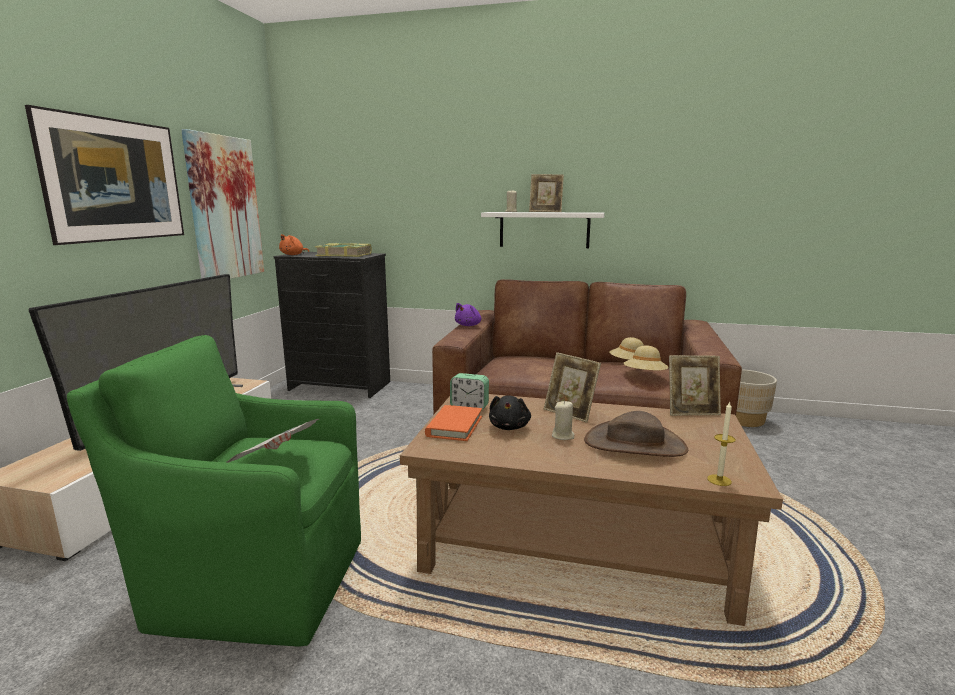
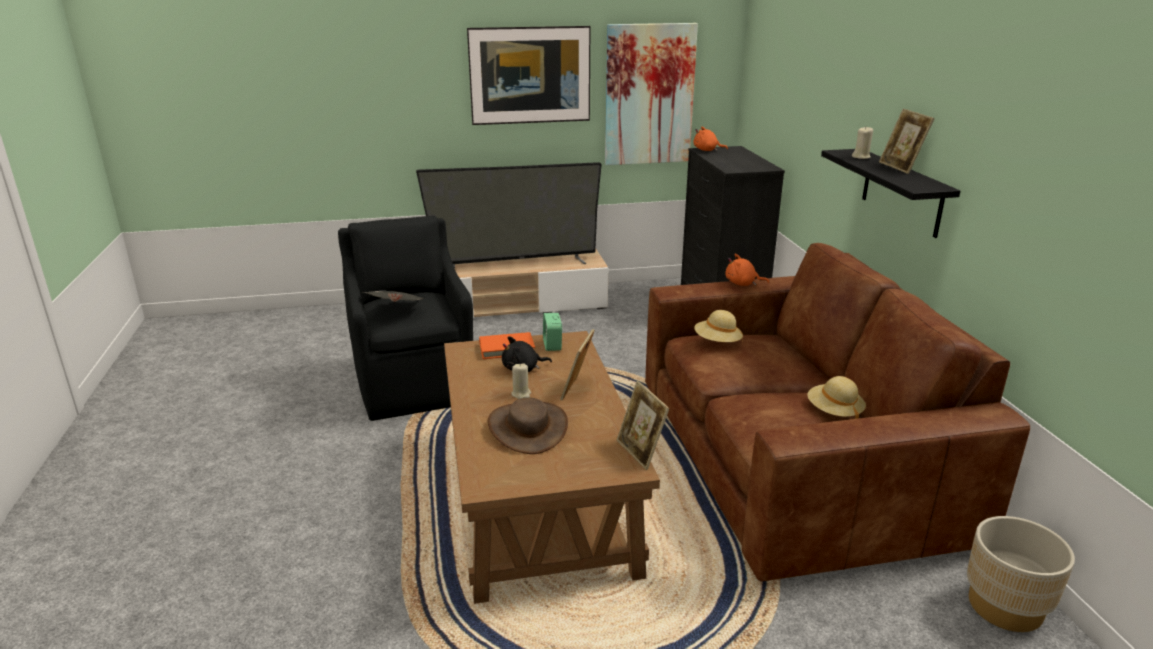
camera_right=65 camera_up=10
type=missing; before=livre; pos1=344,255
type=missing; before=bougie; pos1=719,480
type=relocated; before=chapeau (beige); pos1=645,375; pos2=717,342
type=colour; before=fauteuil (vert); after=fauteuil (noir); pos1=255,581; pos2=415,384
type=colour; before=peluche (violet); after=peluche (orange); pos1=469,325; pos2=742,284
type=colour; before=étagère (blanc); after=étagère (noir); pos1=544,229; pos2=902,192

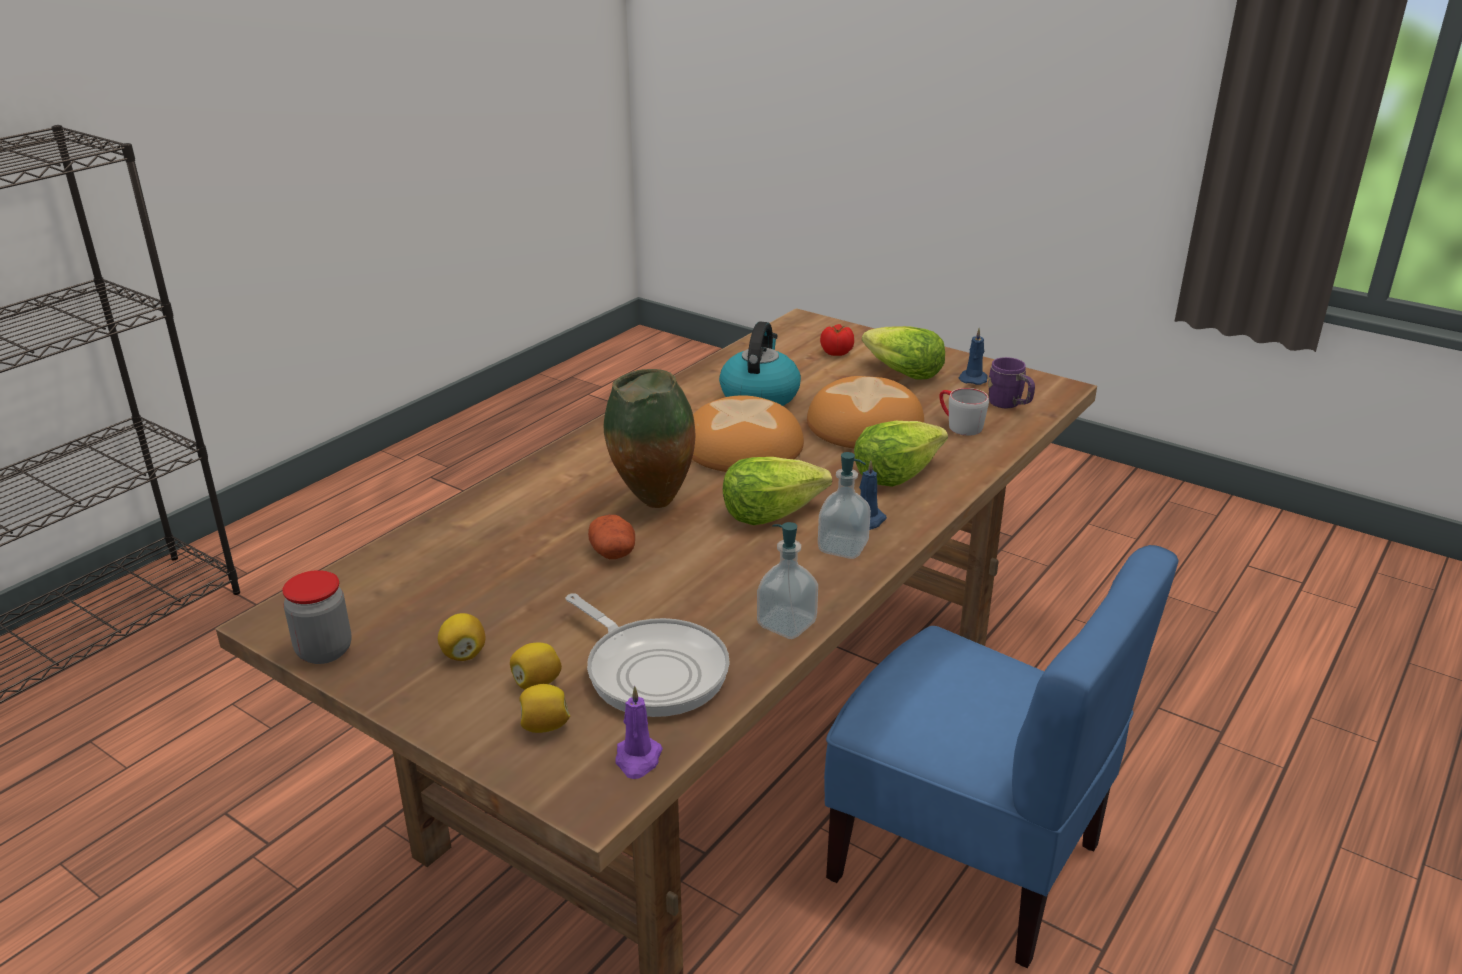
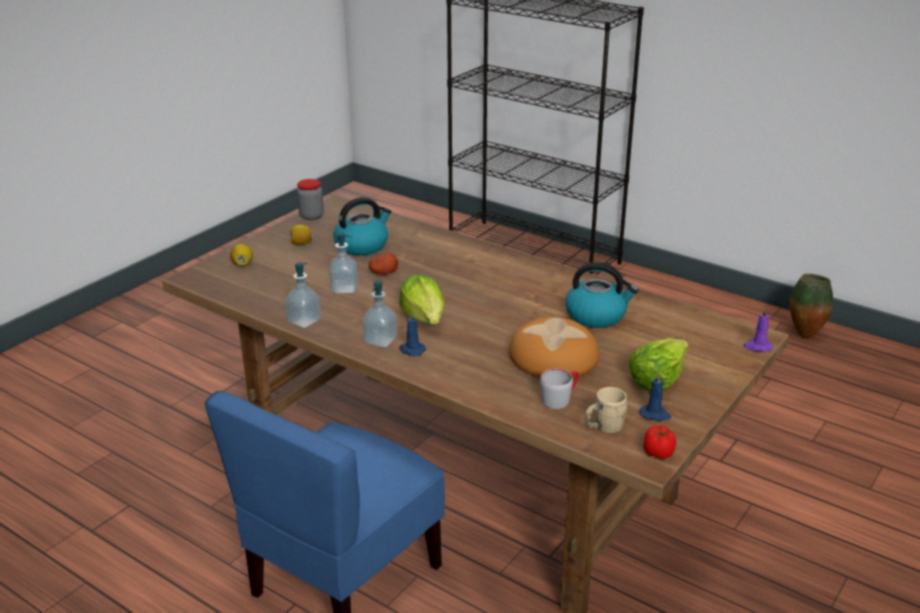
camera_right=90 camera_up=0
type=missing; before=citron; pos1=536,683
type=missing; before=poêle; pos1=652,670
type=missing; before=pain; pos1=744,446
type=missing; before=laitue; pos1=895,474
type=appeared; after=distributeur de savon; pos2=344,289
type=appeared; after=bouilloire; pos2=362,245
type=relocated; before=vase; pos1=652,504; pos2=804,335
type=relocated; before=bougie (violet); pos1=638,759; pos2=757,347
type=relocated; before=tomate; pos1=836,352; pos2=658,452
type=colour; before=mug (violet); after=mug (beige); pos1=1009,405; pos2=603,428

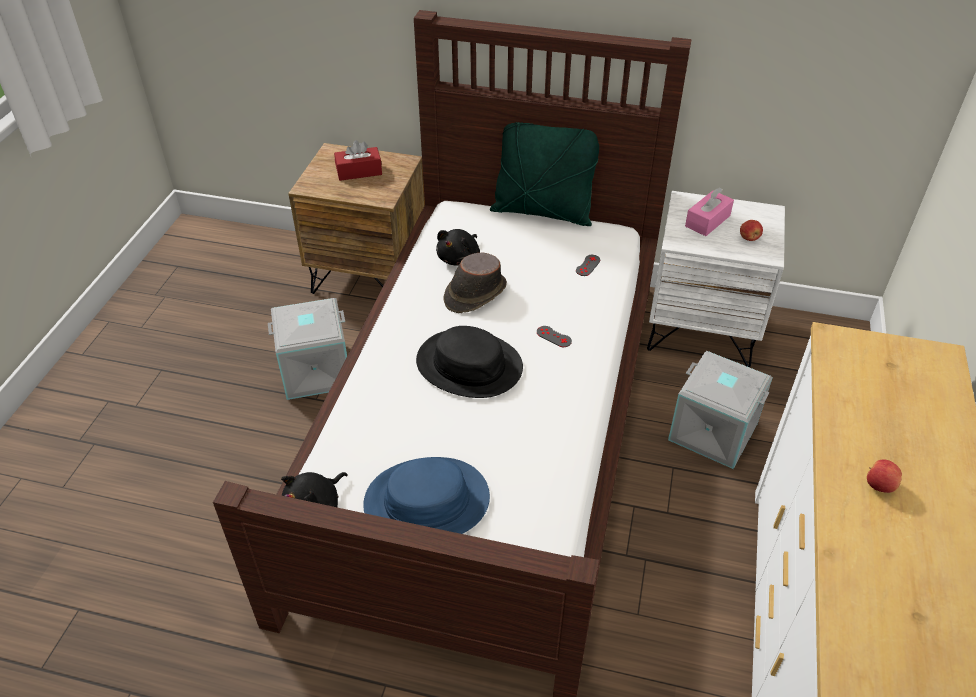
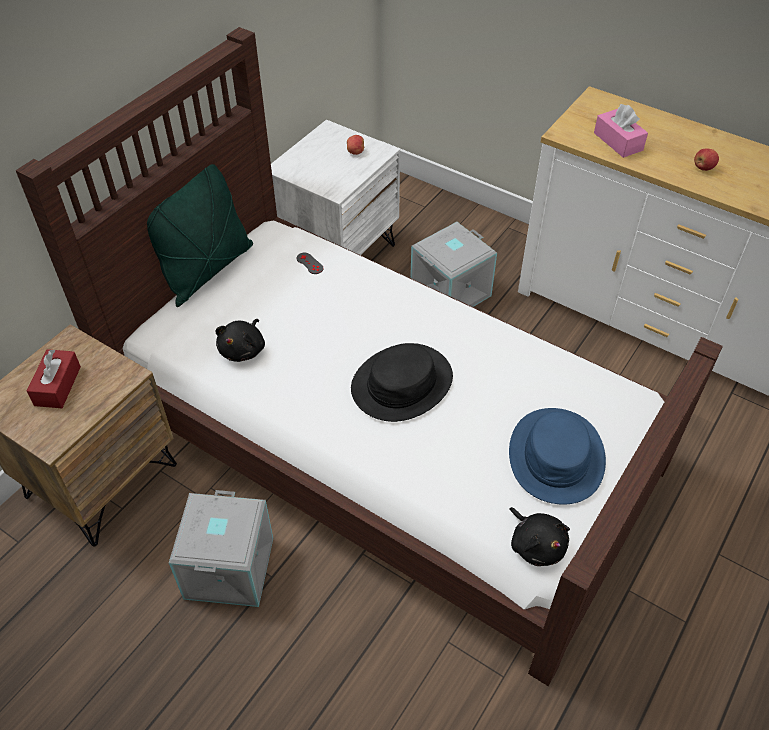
camera_right=-70 camera_up=5
type=missing; before=chapeau (marron); pos1=474,294
type=missing; before=manette (gris); pos1=554,336
type=relocated; before=boîte à mouchoirs (rose); pos1=707,221; pos2=618,141
type=spun; before=peluche (noir); pos1=460,258; pos2=243,349; turn=60

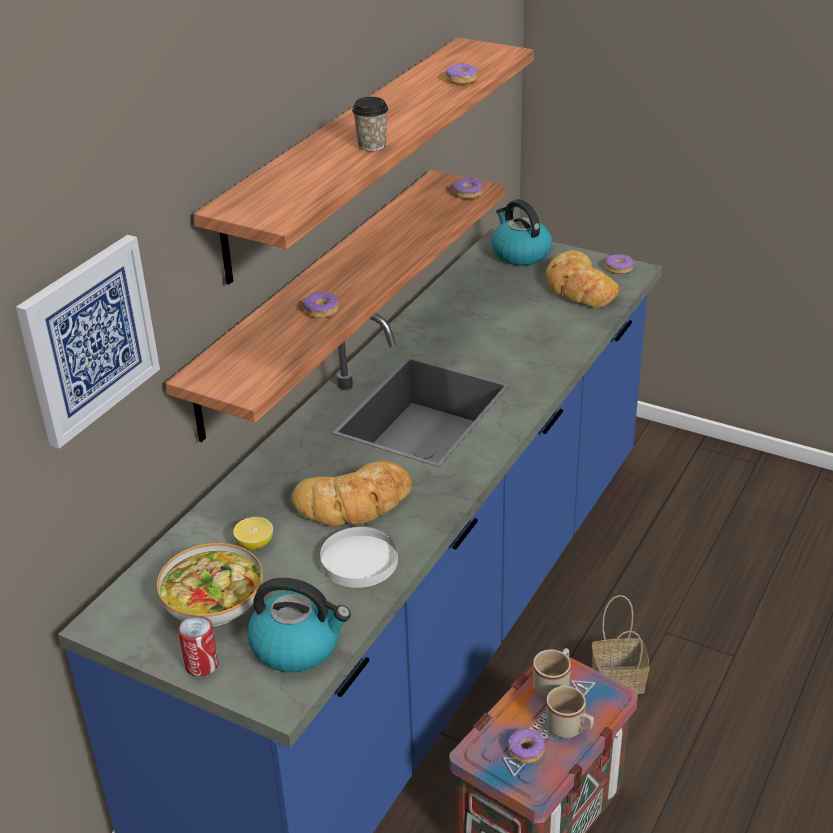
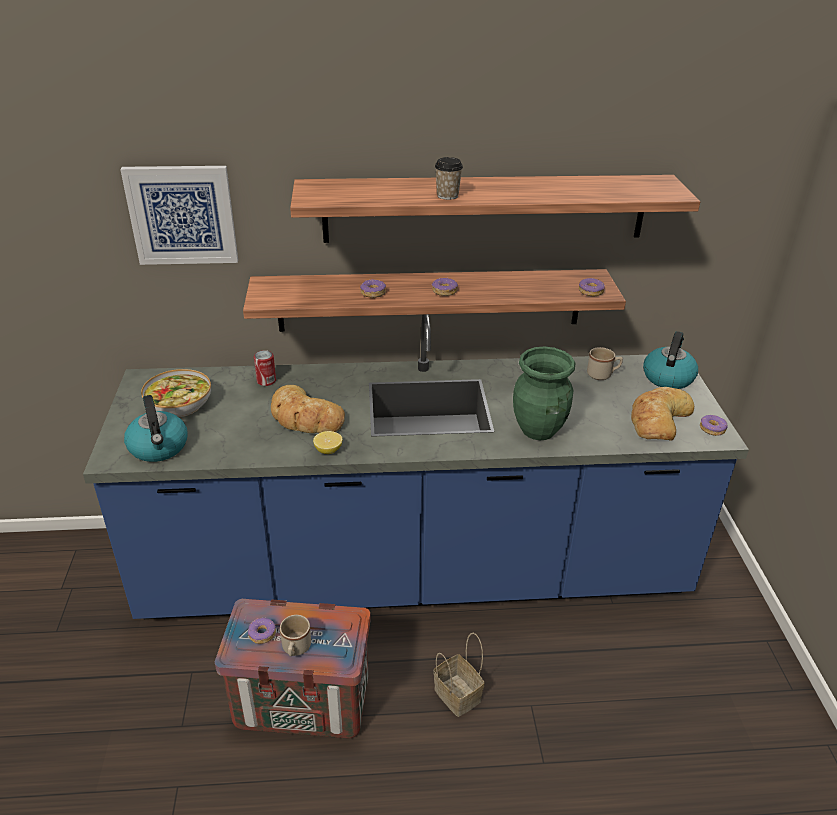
camera_right=55 camera_up=0
type=missing; before=assiette (blanc); pos1=359,560
type=appeared; after=vase (vert); pos2=539,430
type=relocated; before=boîte métallique; pos1=202,664; pos2=266,381
type=relocated; before=citron; pos1=255,544; pos2=328,450
type=relocated; before=beignet; pos1=461,80; pos2=444,291
type=relocated; before=mug (beige); pos1=554,685; pos2=602,375

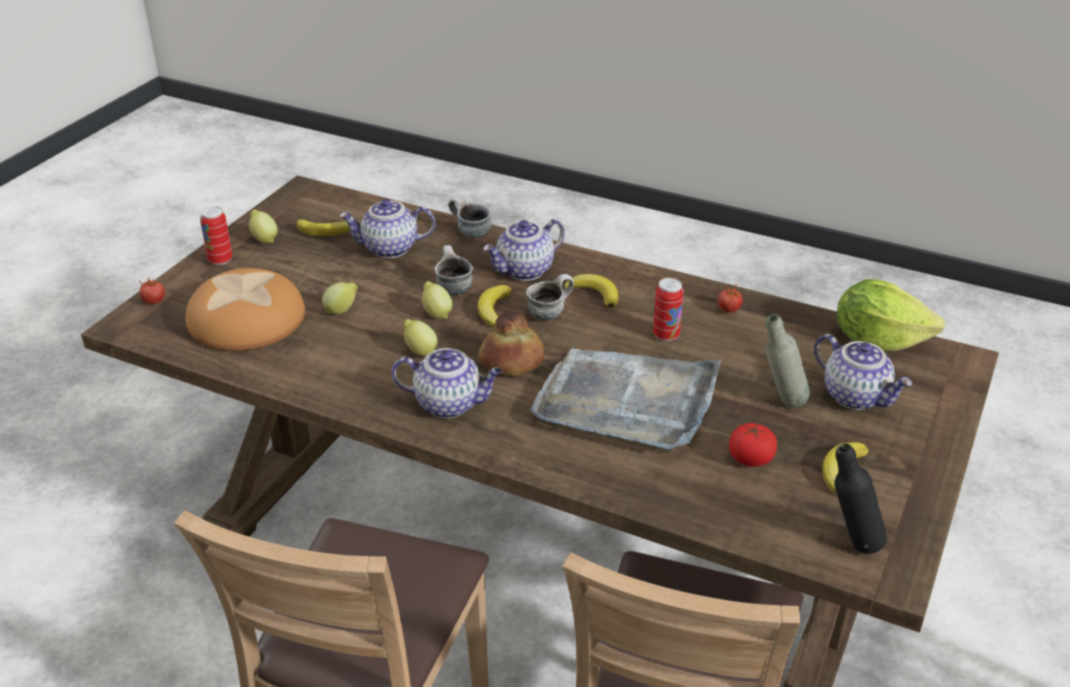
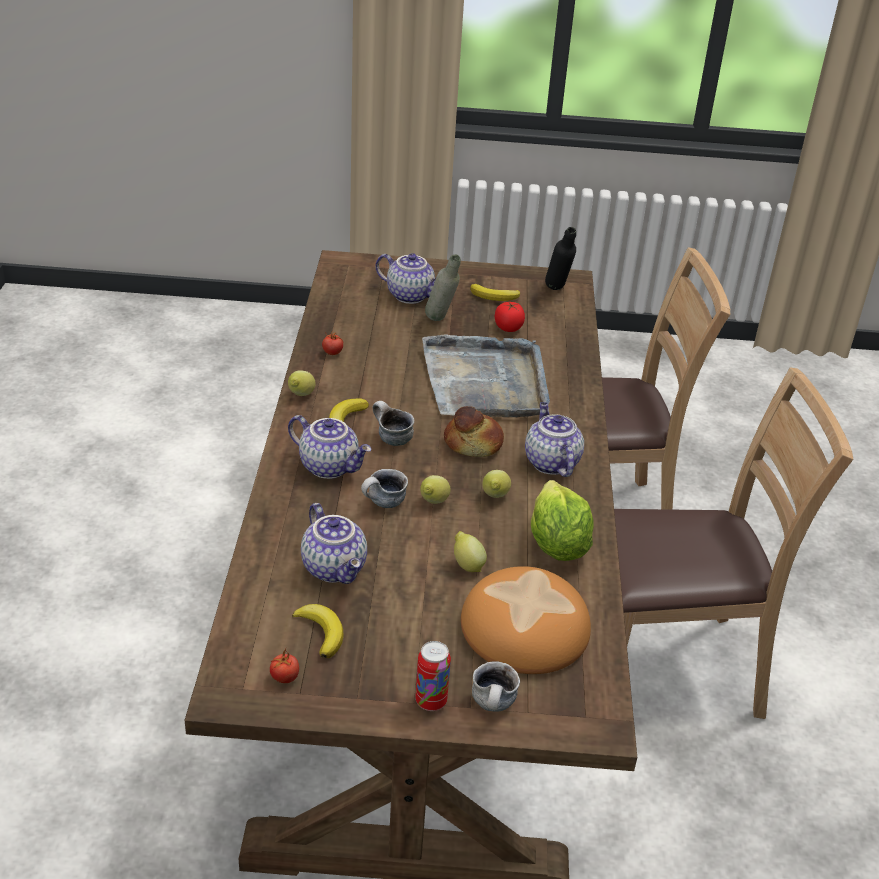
camera_right=-115 camera_up=0
type=missing; before=banane; pos1=494,310
type=missing; before=boîte métallique; pos1=666,335
type=relocated; before=tomate; pos1=154,301; pos2=284,678
type=relocated; before=citron; pos1=264,239; pos2=300,395
type=relocated; before=mug; pos1=469,233; pos2=494,707
type=relocated; before=laitue; pos1=878,340; pos2=556,545
type=spun; before=théière; pos1=856,396; pos2=411,295; turn=90

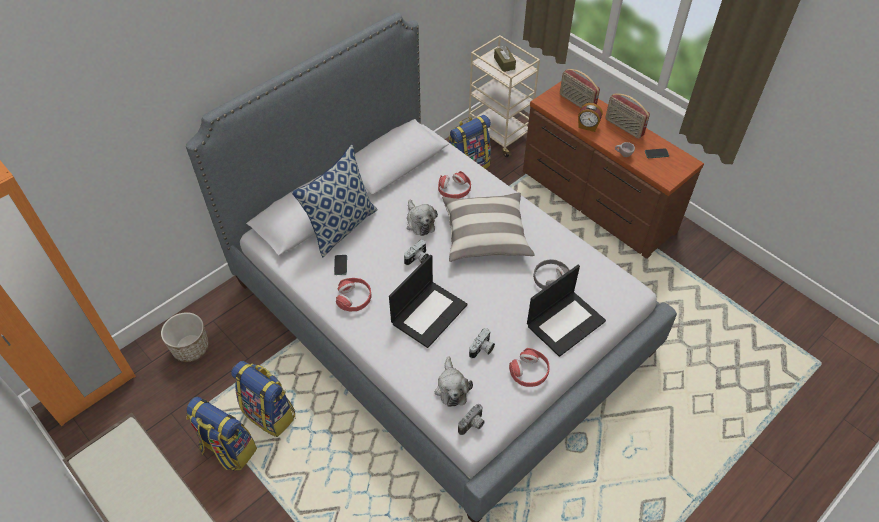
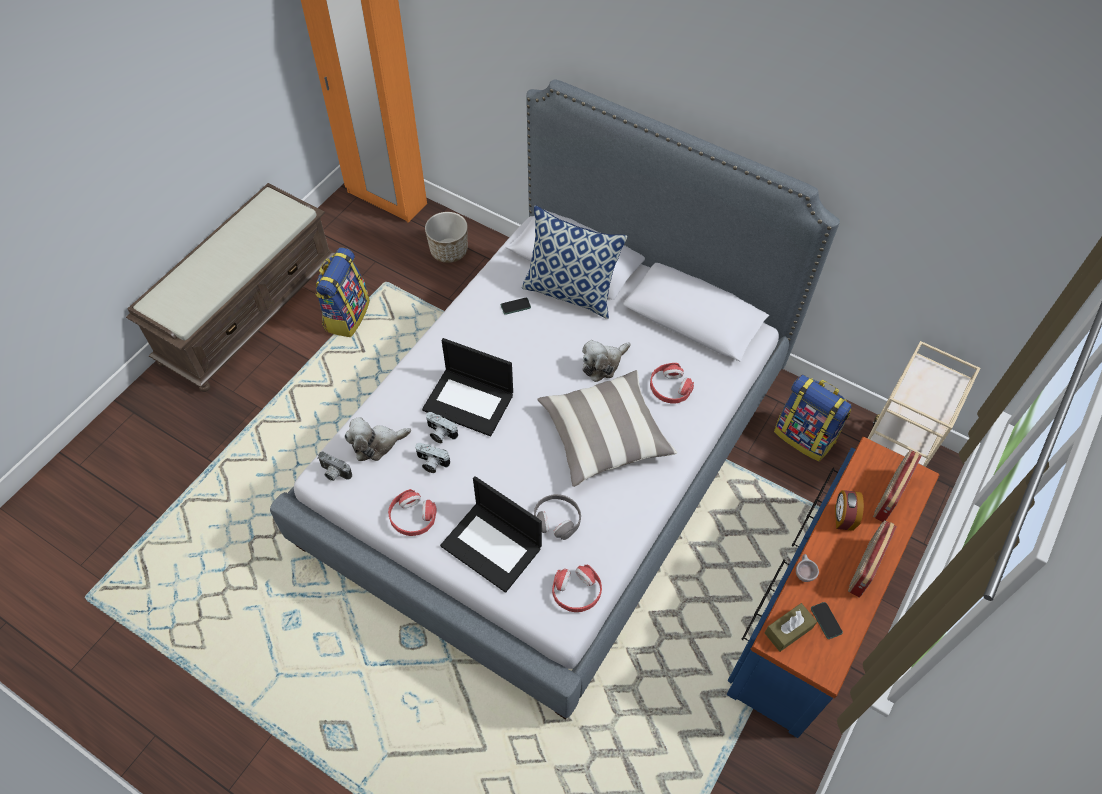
camera_right=75 camera_up=5
type=missing; before=sac à dos; pos1=270,413
type=relocated; before=casque audio (rouge); pos1=354,298; pos2=576,592
type=relocated; before=appareil photo; pos1=417,259; pos2=440,433
type=relocated; before=boîte à mouchoirs (marron); pos1=504,63; pos2=788,630
type=colour; before=commode (marron); after=commode (bleu); pos1=596,202; pos2=810,611

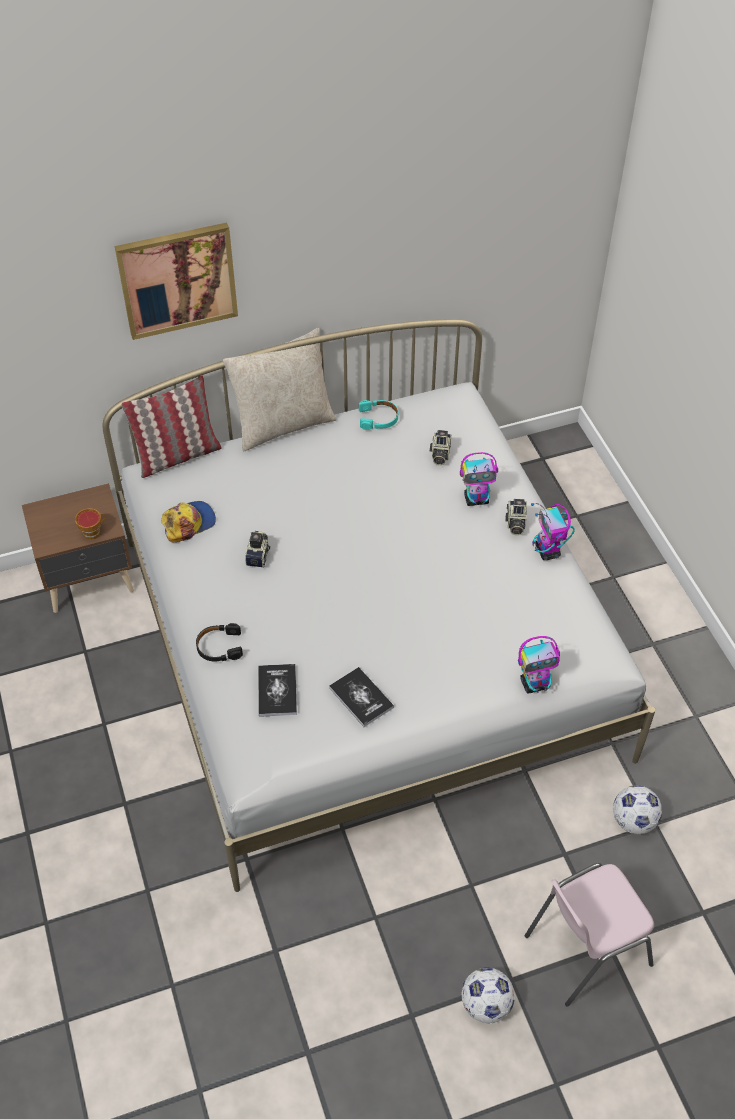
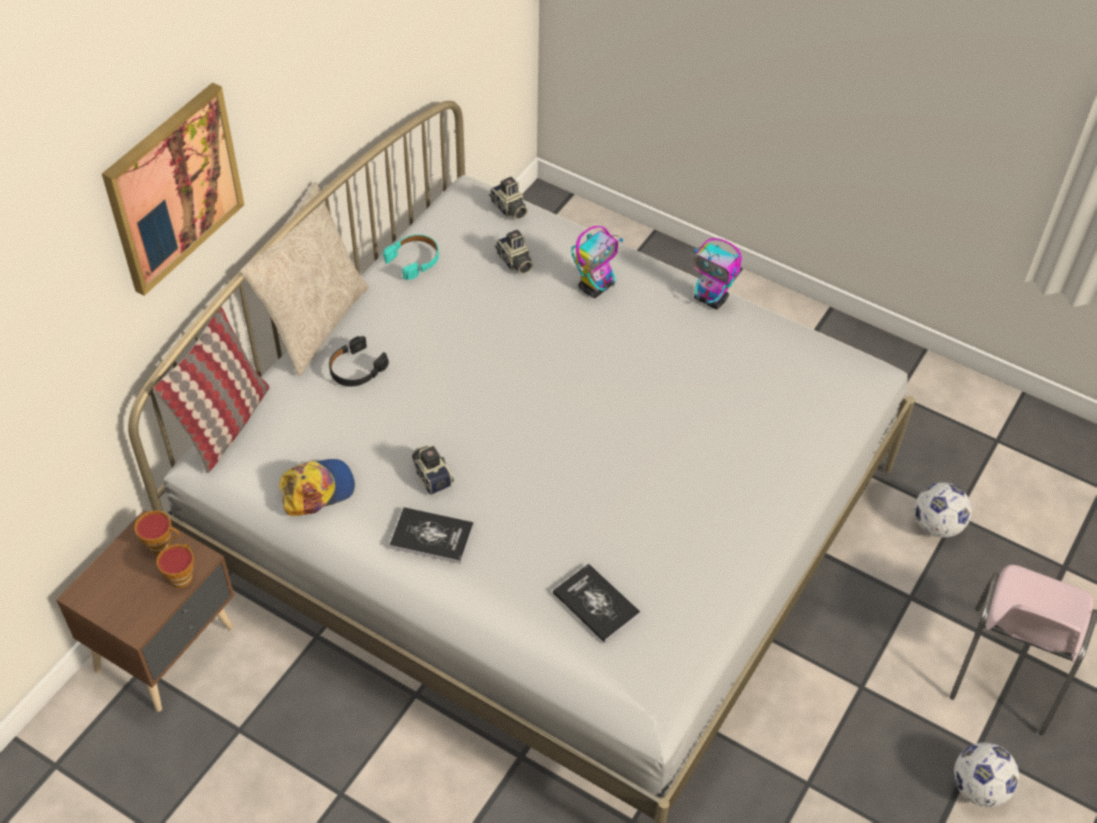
camera_right=-40 camera_up=0
type=missing; before=robot jouet; pos1=535,683
type=appeared; after=tasse; pos2=162,544
type=relocated; before=casque audio (noir); pos1=219,647; pos2=356,369
type=relocated; before=livre; pos1=361,697; pos2=431,536
type=relocated; before=appareil photo; pos1=515,523; pos2=509,209
type=spun; before=casquette; pos1=188,523; pos2=317,489; turn=45

